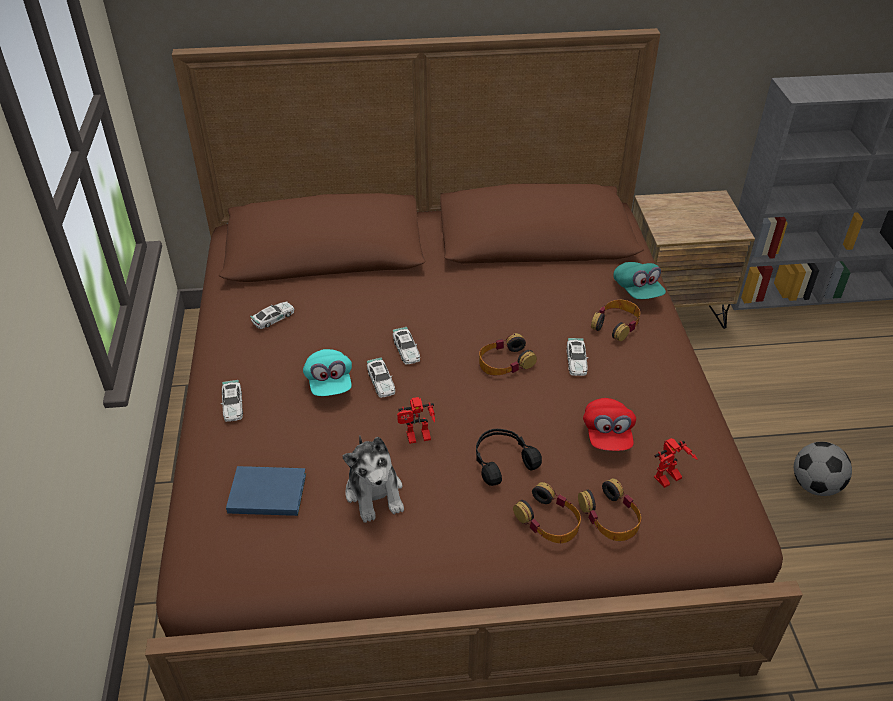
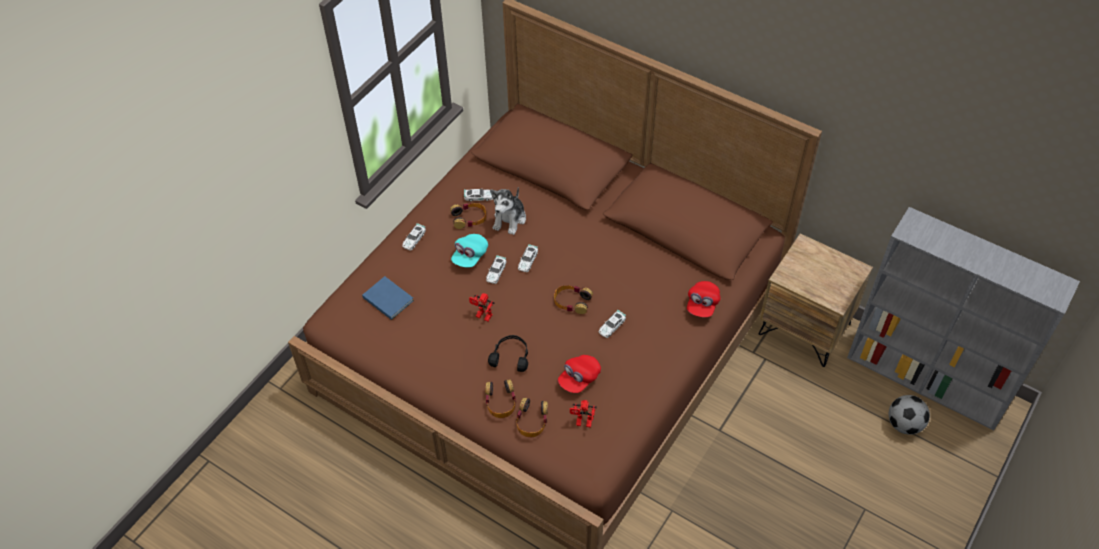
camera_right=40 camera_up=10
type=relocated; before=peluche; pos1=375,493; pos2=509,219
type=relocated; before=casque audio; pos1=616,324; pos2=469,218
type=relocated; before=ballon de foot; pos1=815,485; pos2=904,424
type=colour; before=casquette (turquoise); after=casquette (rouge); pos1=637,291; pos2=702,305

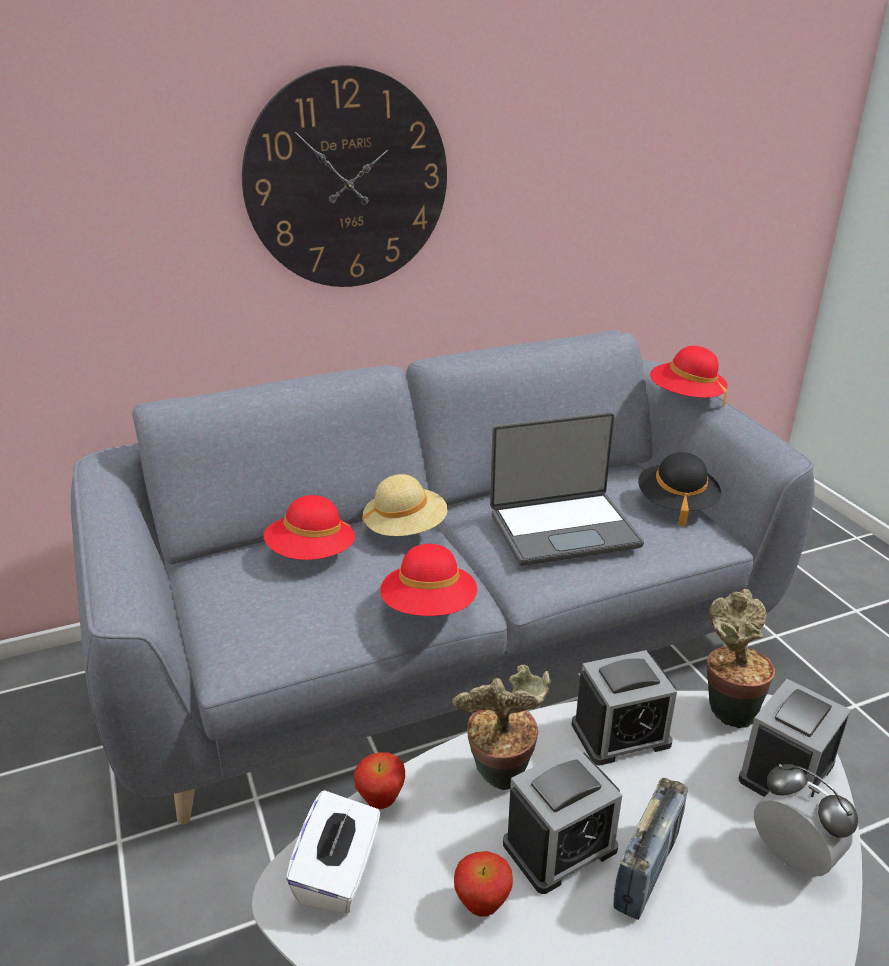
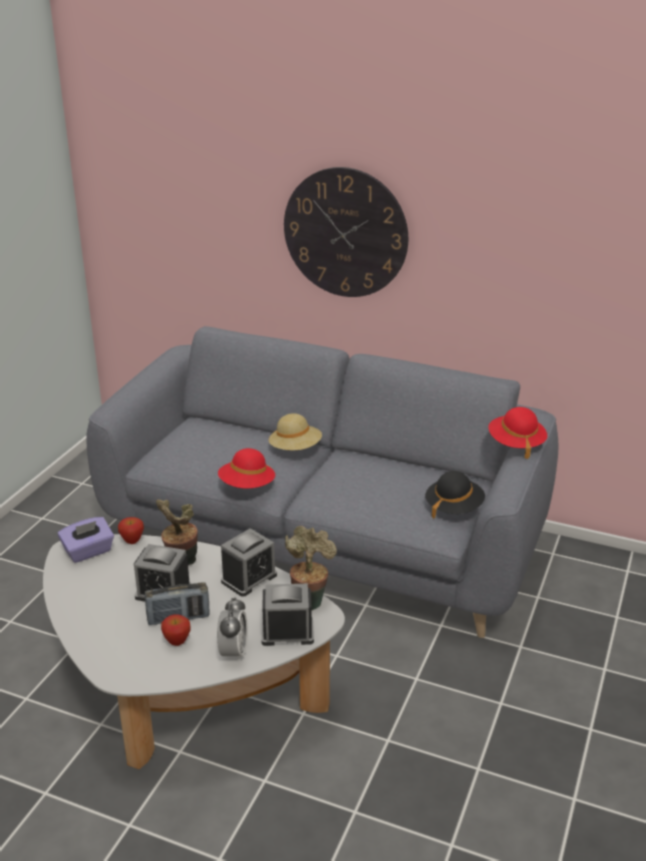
camera_right=45 camera_up=0
type=missing; before=chapeau (rouge); pos1=311,554
type=missing; before=ordinateur portable; pos1=563,529
type=relocated; before=pomme; pos1=482,905; pos2=177,642
type=colour; before=boîte à mouchoirs (blanc); after=boîte à mouchoirs (violet); pos1=338,874; pos2=88,552
type=spun; before=réveil; pos1=620,734; pos2=249,578; turn=-75

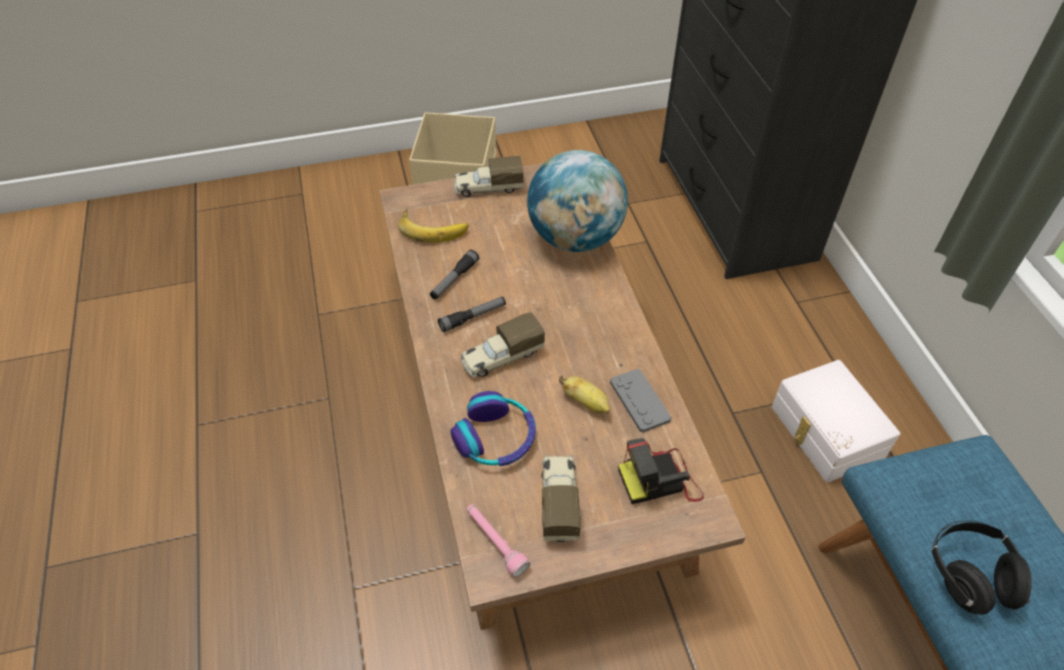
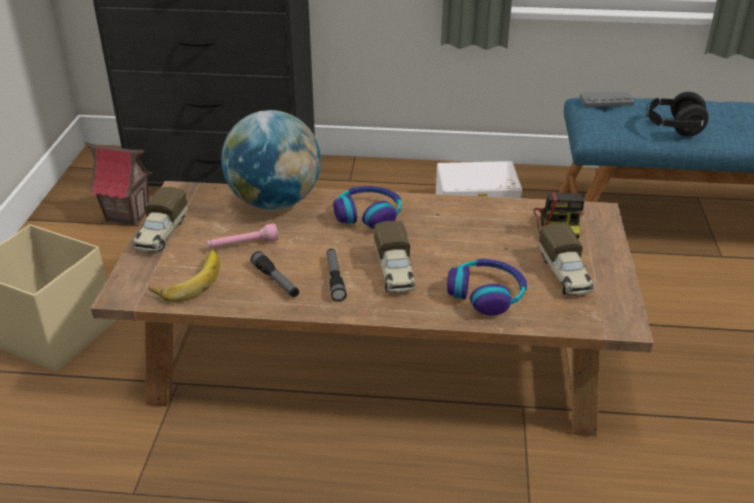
camera_right=-70 camera_up=-15
type=missing; before=banane; pos1=586,403
type=appeared; after=maison miniature; pos2=127,214
type=appeared; after=casque audio; pos2=368,215
type=relocated; before=lampe de poche (rose); pos1=495,542; pos2=243,245
type=relocated; before=manette (gris); pos1=639,401; pos2=606,100
type=spun; before=camion jouet; pos1=559,502; pos2=565,275; turn=-120

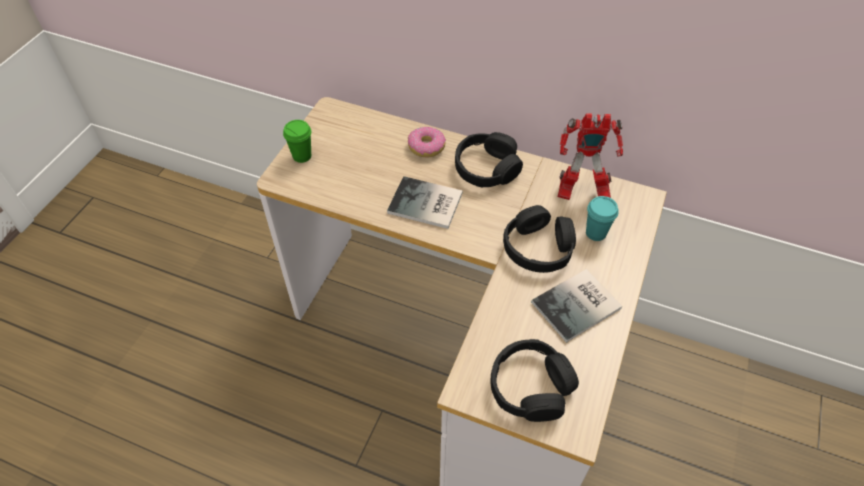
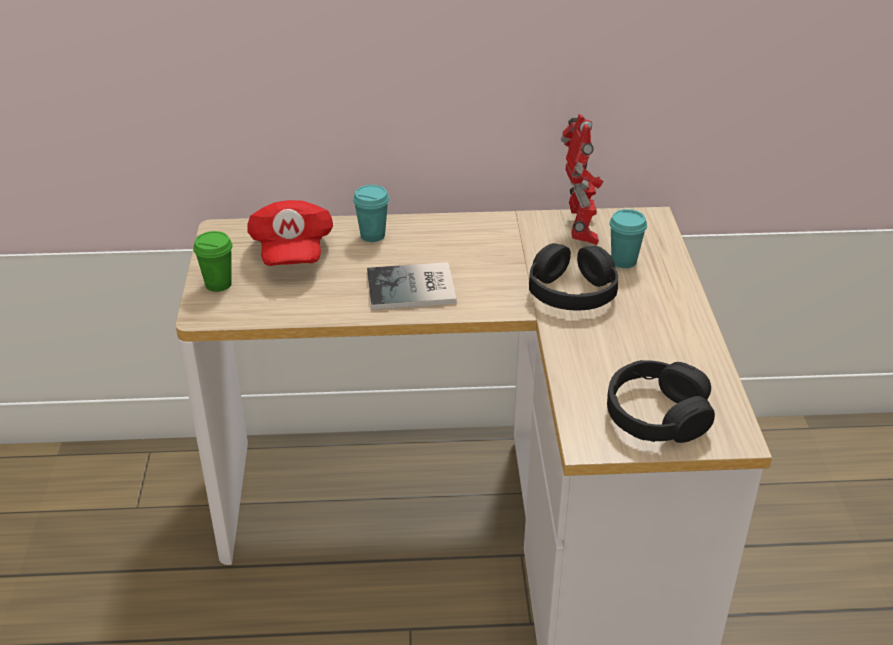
camera_right=-25 camera_up=-15
type=missing; before=casque audio (noir); pos1=486,168
type=missing; before=livre; pos1=579,306
type=appeared; after=casquette (rouge); pos2=292,252
type=exchanged; before=beignet; after=tasse (turquoise); pos1=426,147; pos2=372,235
type=spun; before=robot jouet; pos1=580,193; pos2=581,232; turn=-75

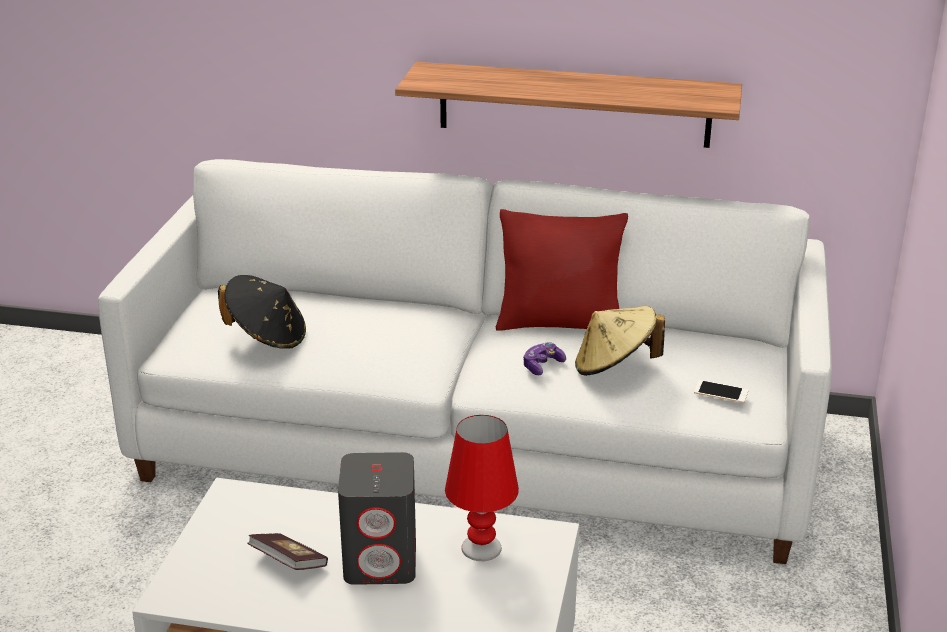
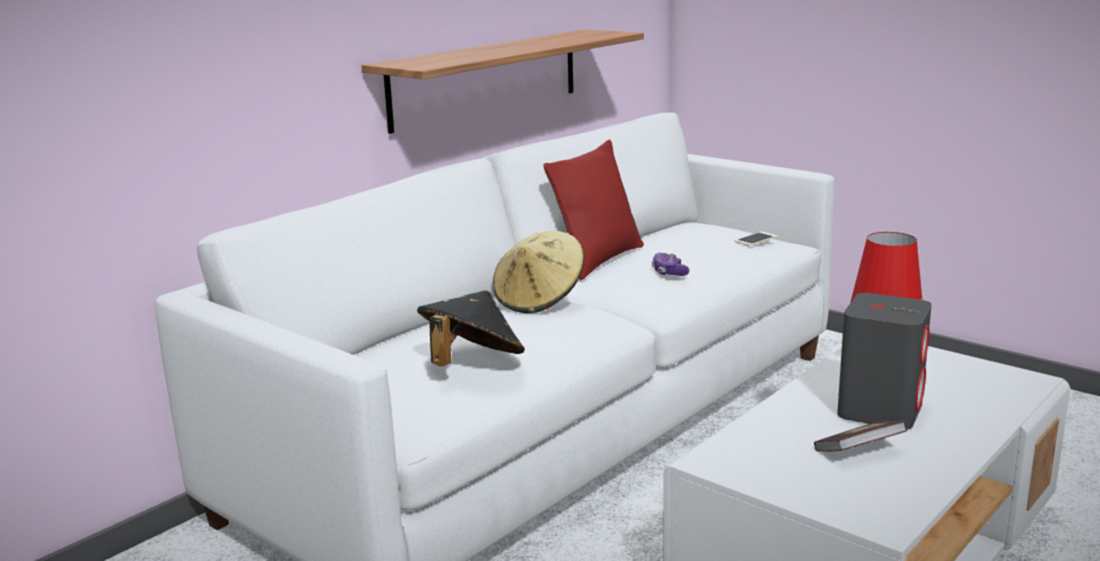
camera_right=-60 camera_up=-10
type=relocated; before=chapeau (beige); pos1=614,367; pos2=539,300

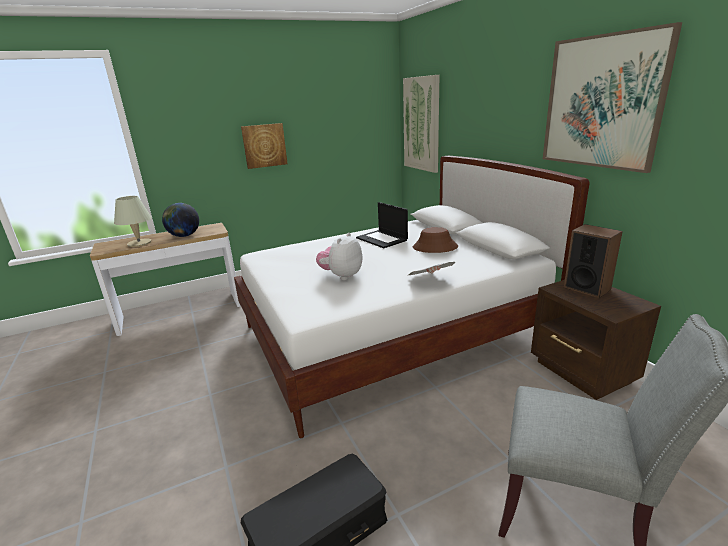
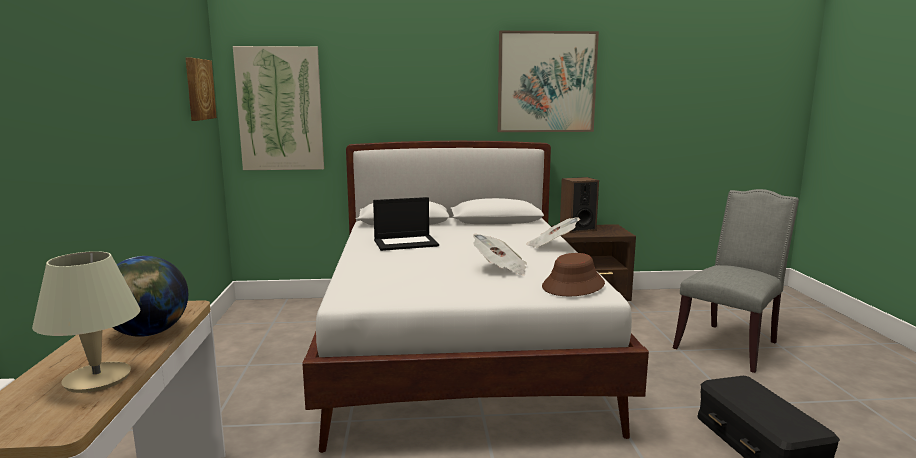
camera_right=-70 camera_up=-10
type=relocated; before=tableau; pos1=264,145; pos2=199,89
type=relocated; before=chapeau (marron); pos1=435,247; pos2=573,285
type=exchanged; before=peluche; after=journal; pos1=341,276; pos2=500,269

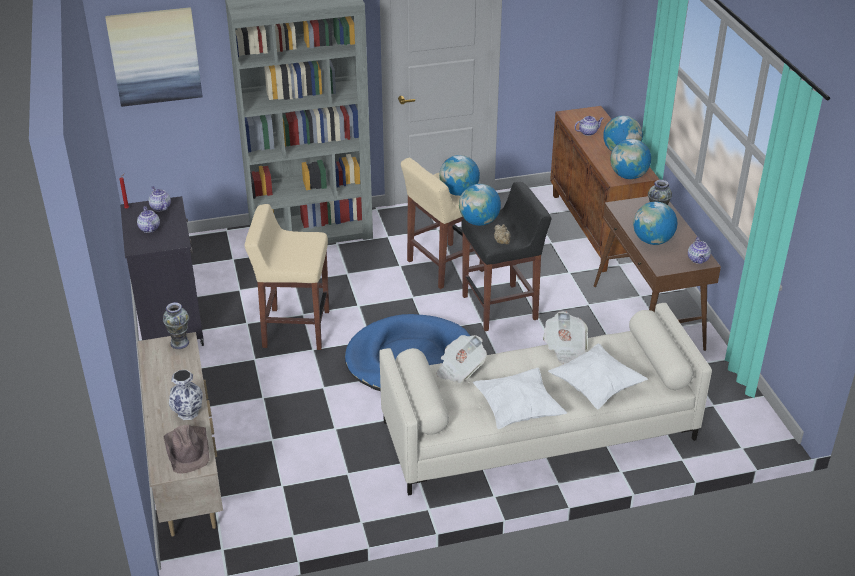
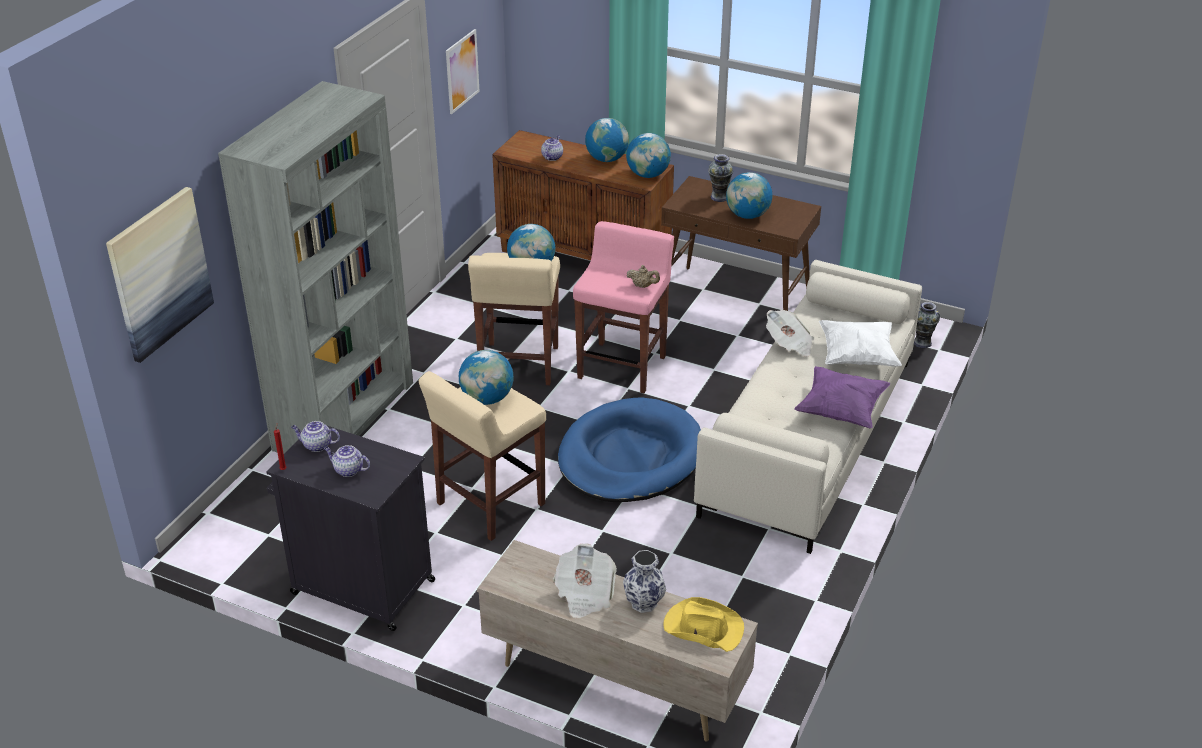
camera_right=-50 camera_up=0
type=missing; before=théière; pos1=698,259
type=appeared; after=tableau; pos2=462,71
type=relocated; before=vase; pos1=179,343; pos2=922,343
type=relocated; before=journal; pos1=460,369; pos2=584,594
type=relocated; before=globe; pos1=479,222; pos2=487,399
type=colour; before=chapeau (marron); after=chapeau (jaune); pos1=188,449; pos2=702,627
type=colour; before=tabouret (noir); after=tabouret (rose); pos1=501,307; pos2=622,366
type=colour; before=coussin (blanc); after=coussin (violet); pos1=518,410; pos2=840,411

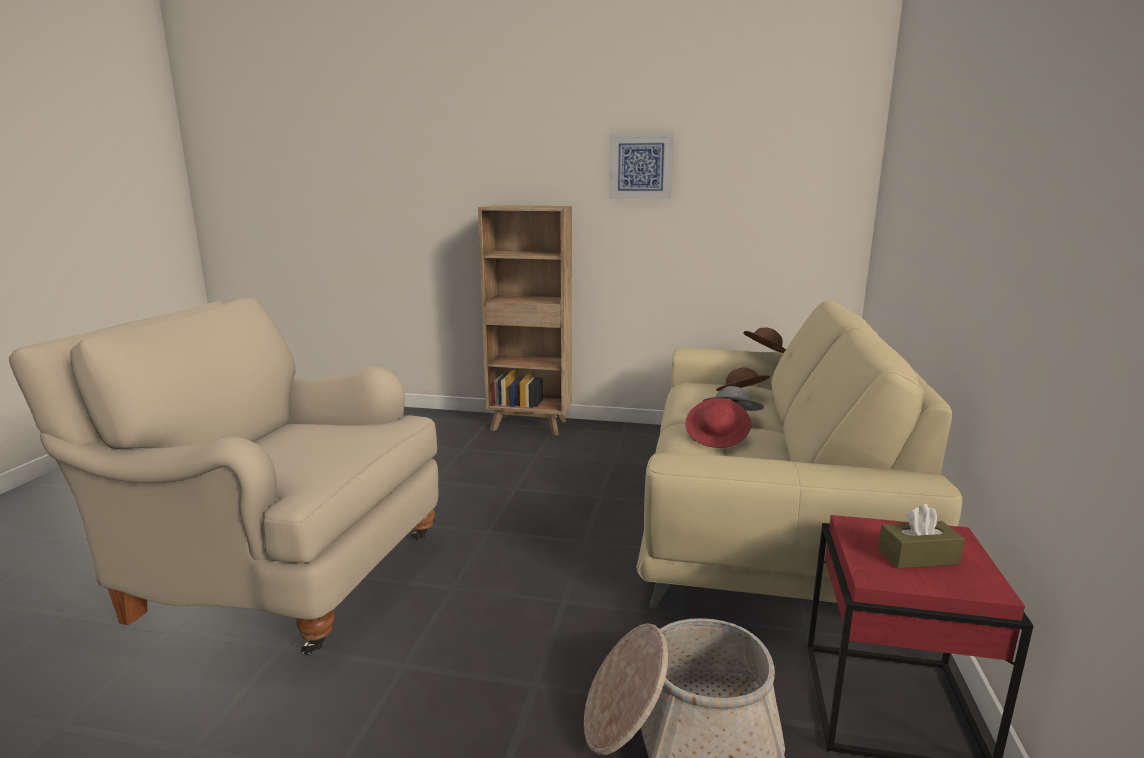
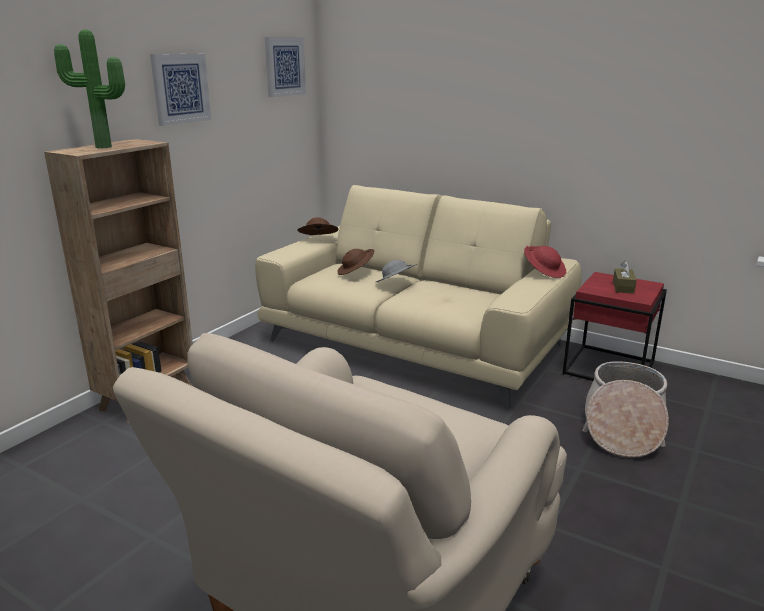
camera_right=-70 camera_up=5
type=appeared; after=plante en pot; pos2=102,147
type=appeared; after=tableau; pos2=284,66
type=relocated; before=chapeau (rouge); pos1=717,437; pos2=544,272

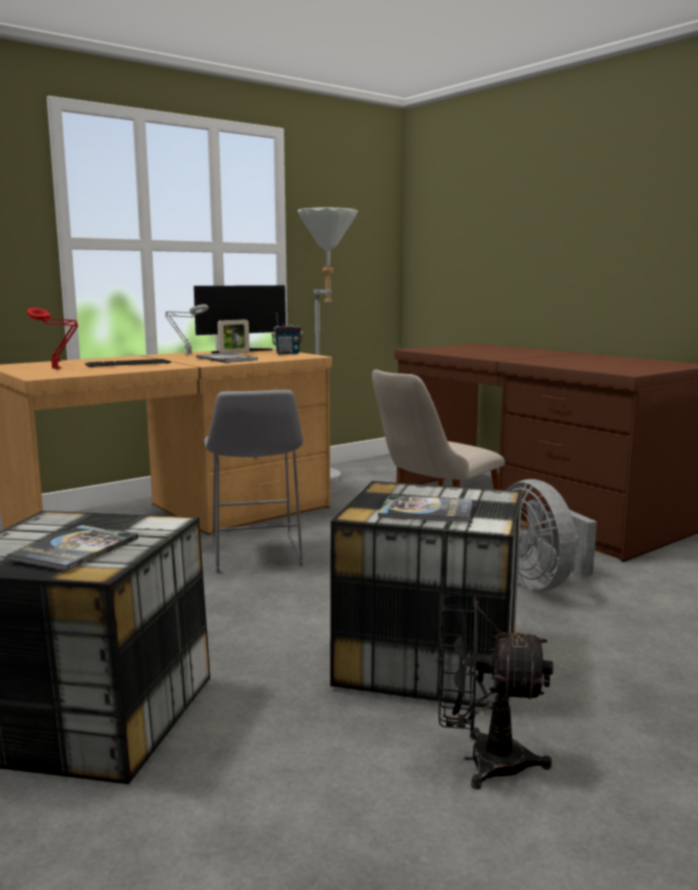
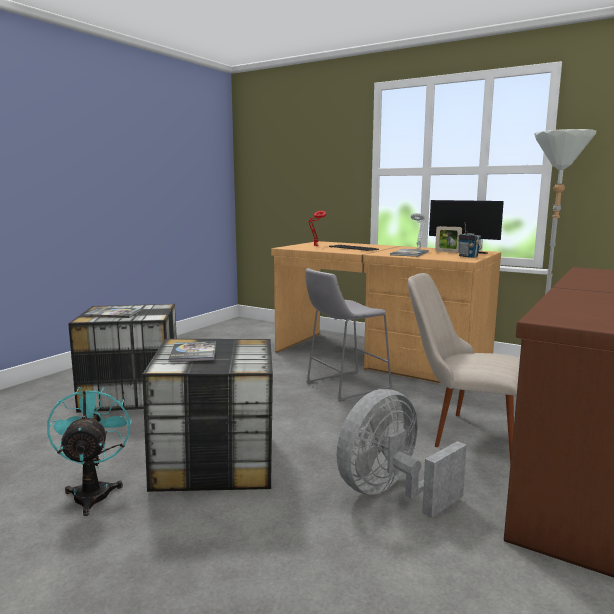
camera_right=70 camera_up=0
type=colour; before=ventilateur (noir); after=ventilateur (turquoise); pos1=481,761; pos2=93,491

